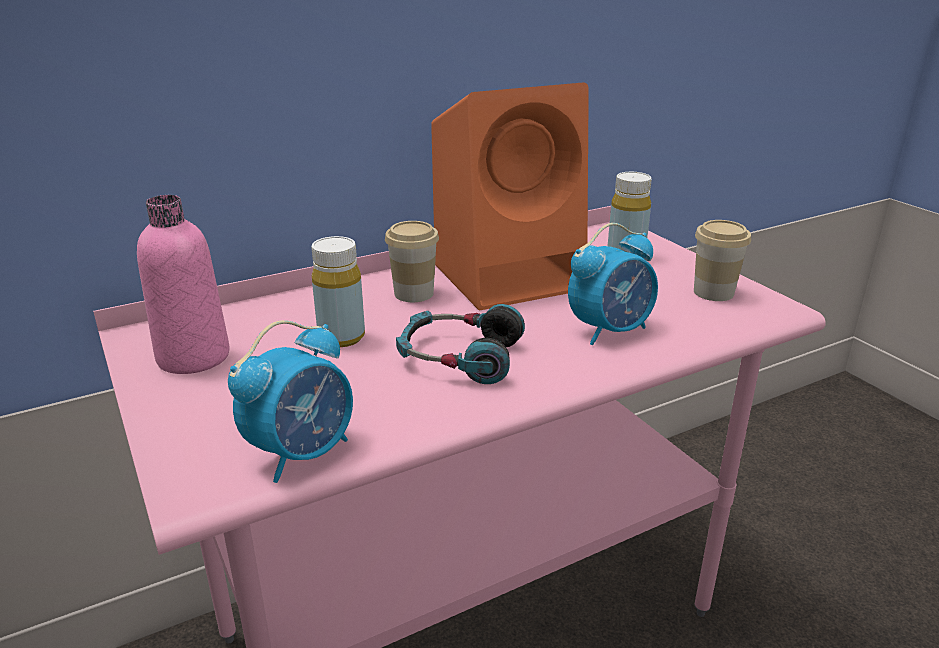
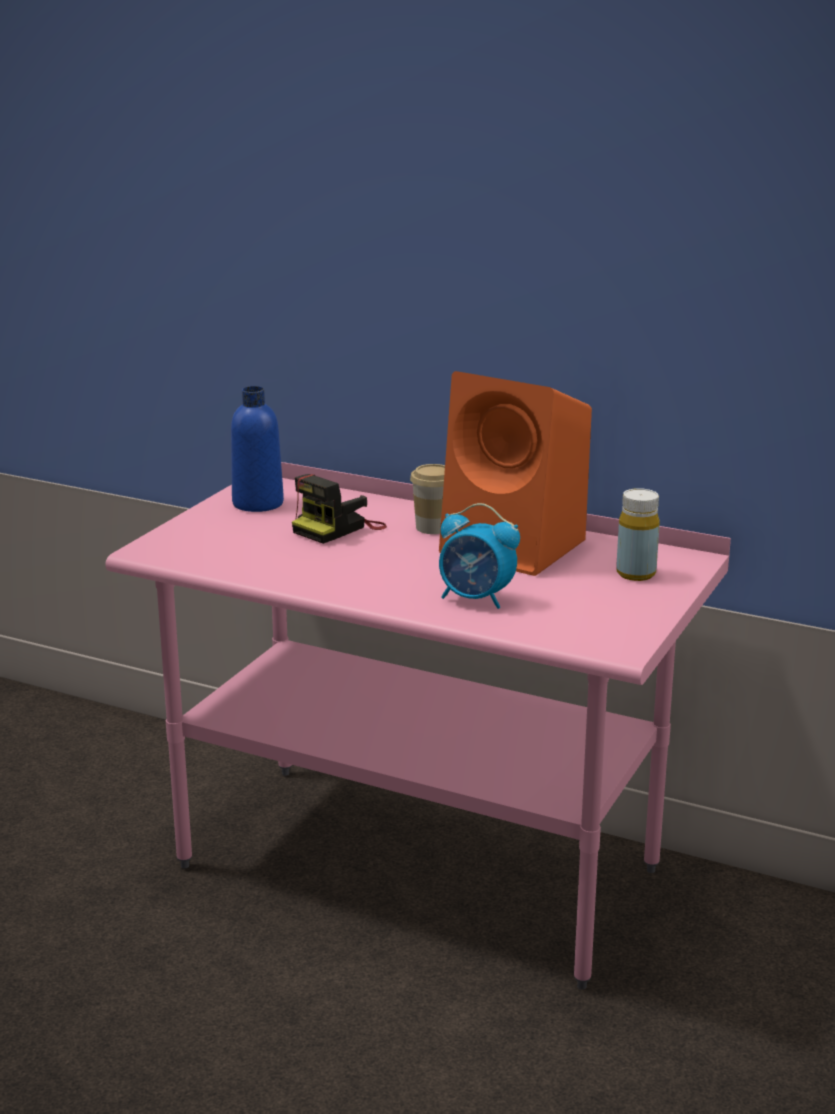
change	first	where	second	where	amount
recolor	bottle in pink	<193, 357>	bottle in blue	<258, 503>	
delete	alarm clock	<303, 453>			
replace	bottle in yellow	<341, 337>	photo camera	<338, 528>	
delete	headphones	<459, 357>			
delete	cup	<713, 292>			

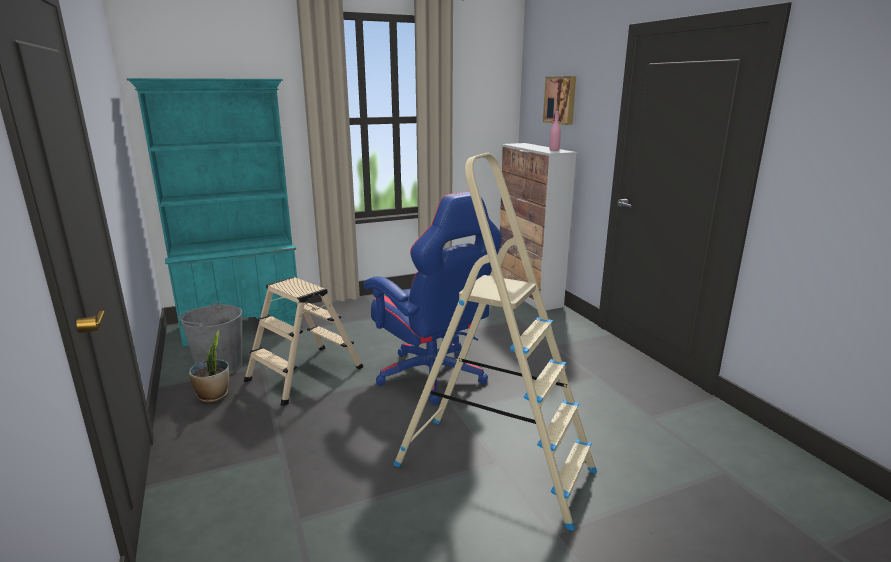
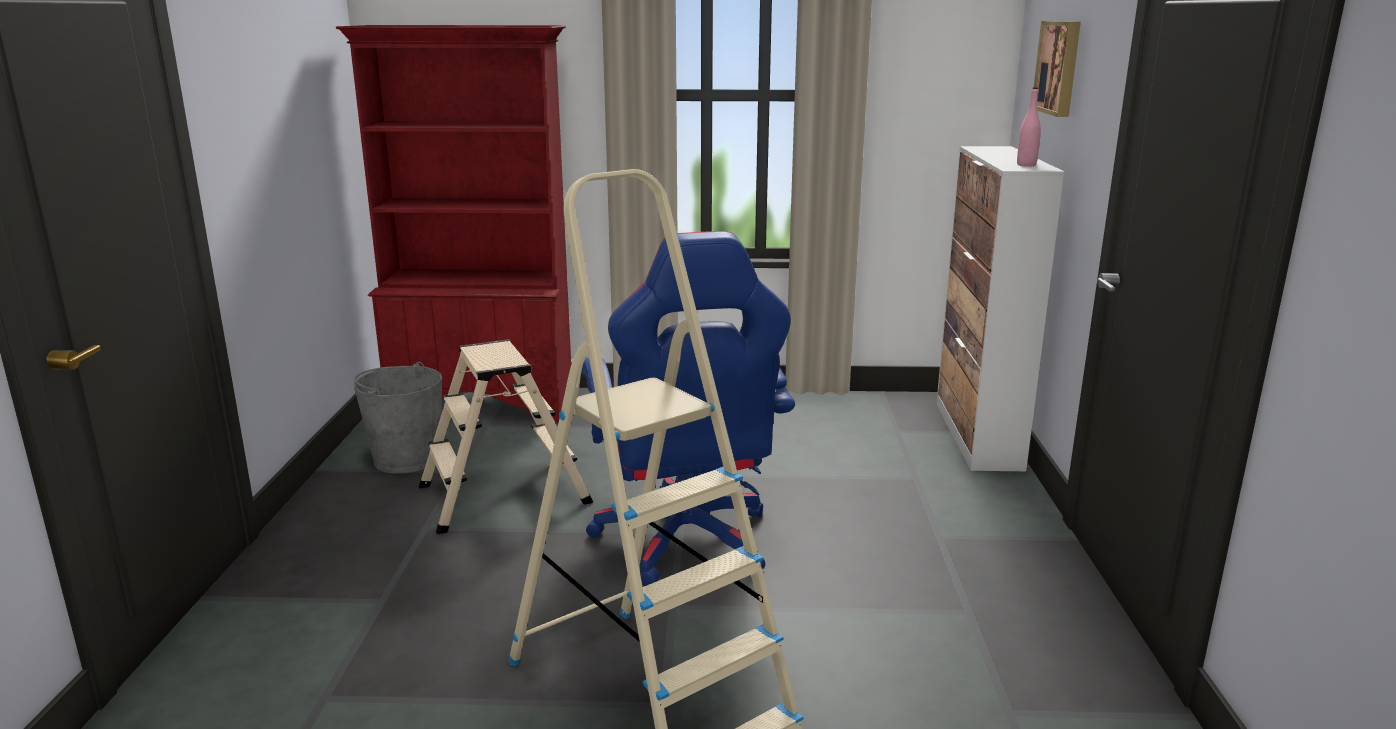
change	first	where	second	where	amount
recolor	bookcase in turquoise	<243, 325>	bookcase in red	<484, 404>	
delete	potted plant	<213, 395>			

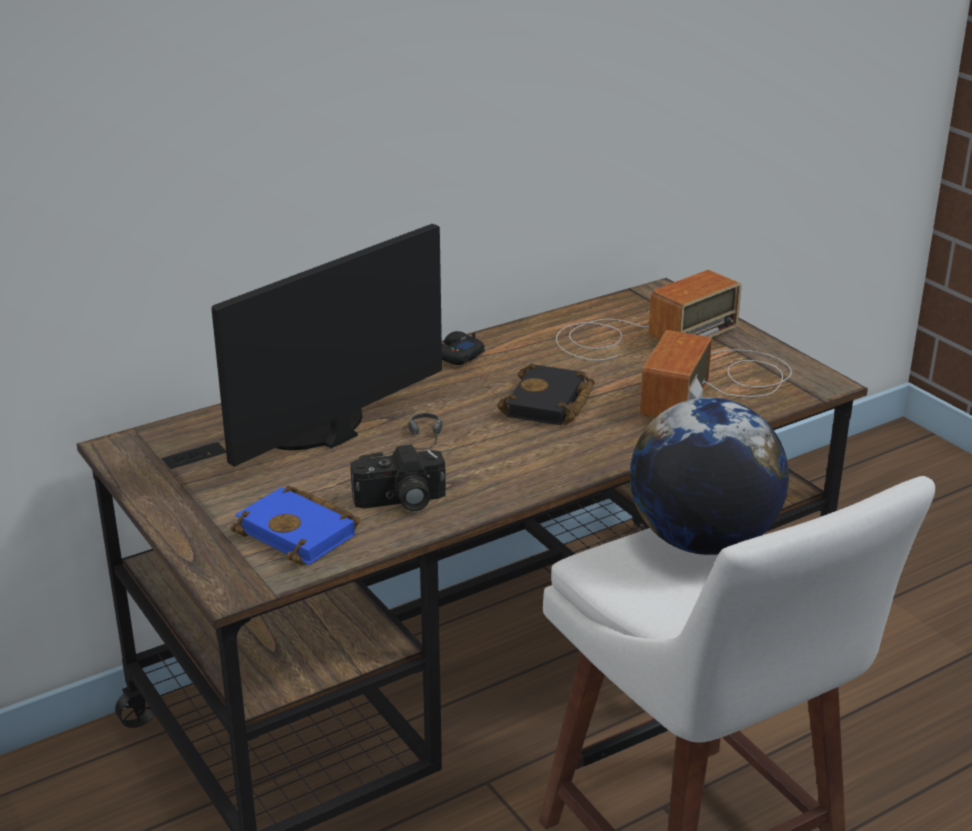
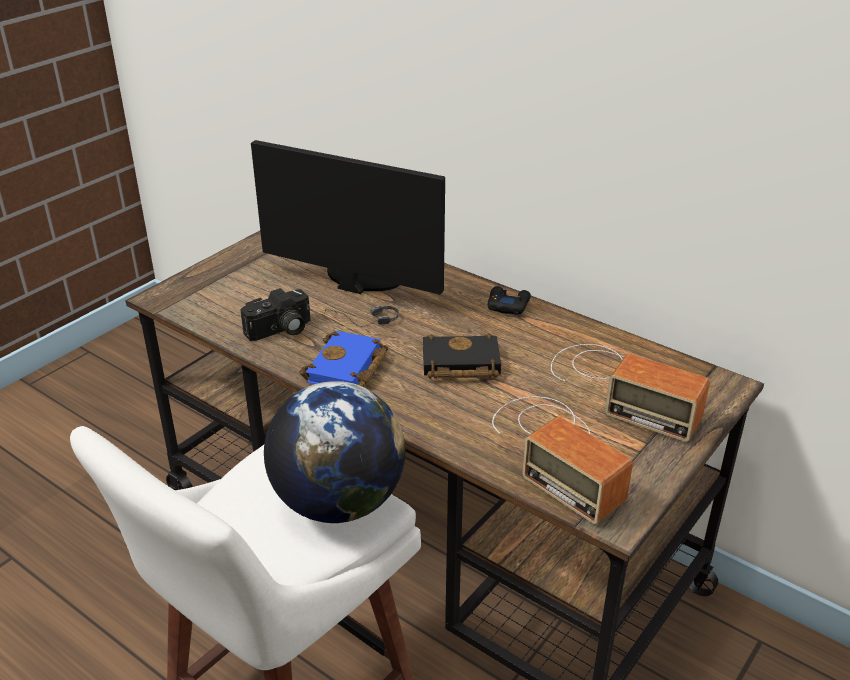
change	first	where	second	where	amount
move	book in blue	<301, 533>		<347, 369>	
rotate	photo camera	<400, 501>		<280, 330>	90 degrees counterclockwise
rotate	radio	<719, 386>		<557, 451>	135 degrees counterclockwise

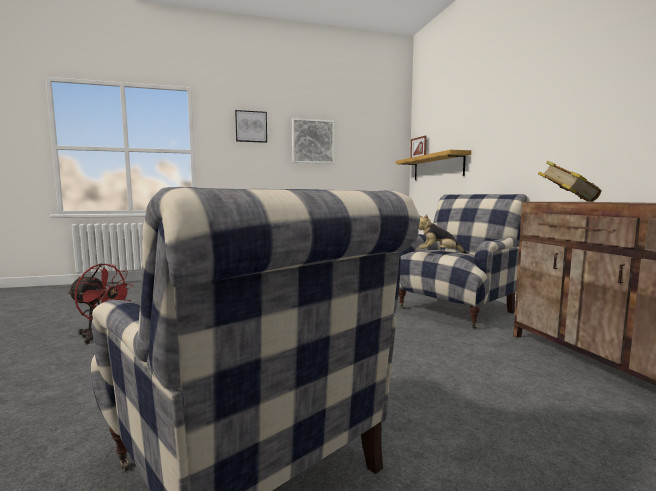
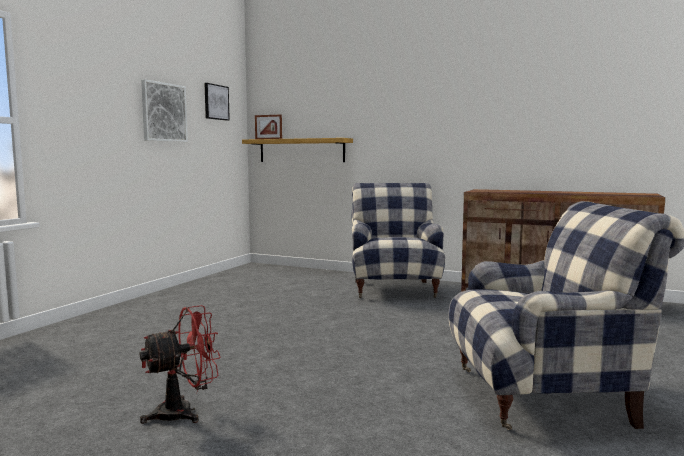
change	first	where	second	where	amount
move	picture	<251, 126>		<216, 102>	
delete	plush toy	<439, 253>			
delete	book	<567, 201>			

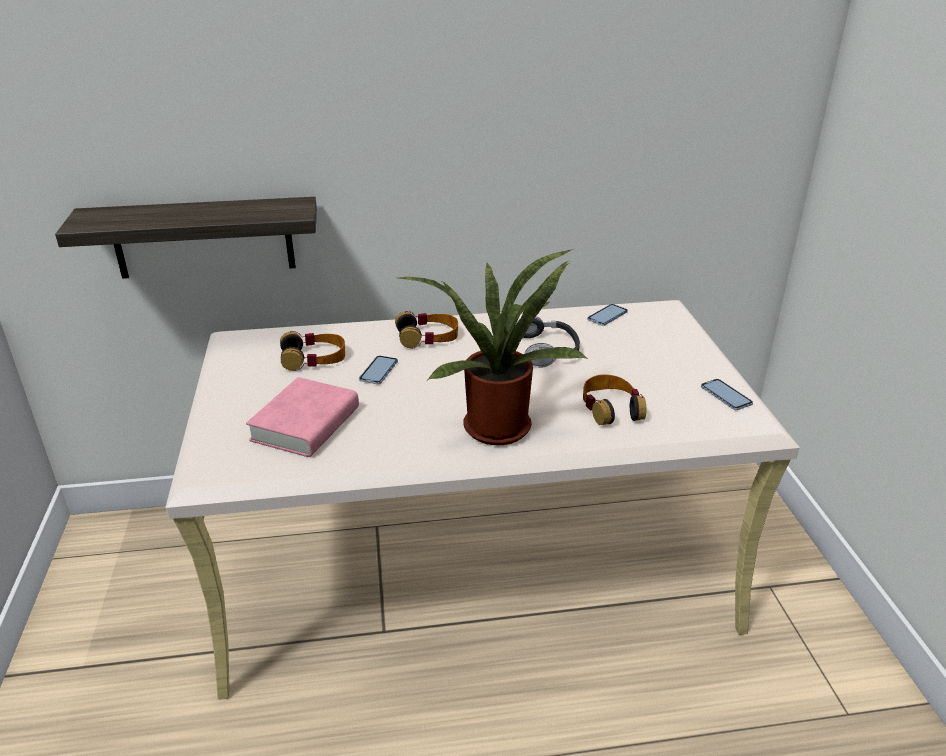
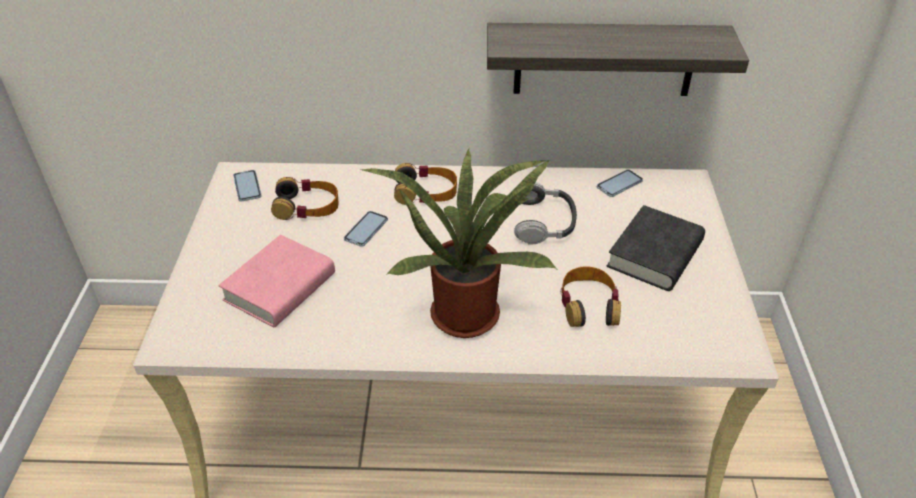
change	first	where	second	where	amount
move	shelf	<203, 238>		<604, 59>	
move	phone	<726, 395>		<247, 186>	
insert			book in black	<655, 254>	

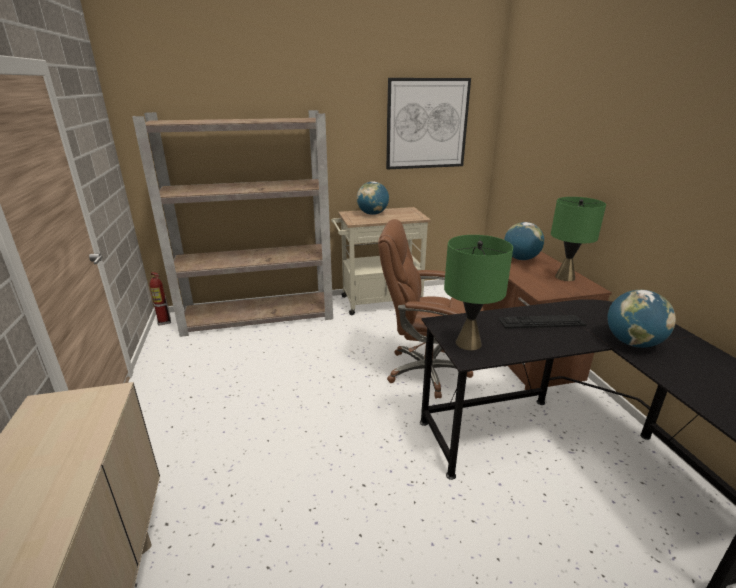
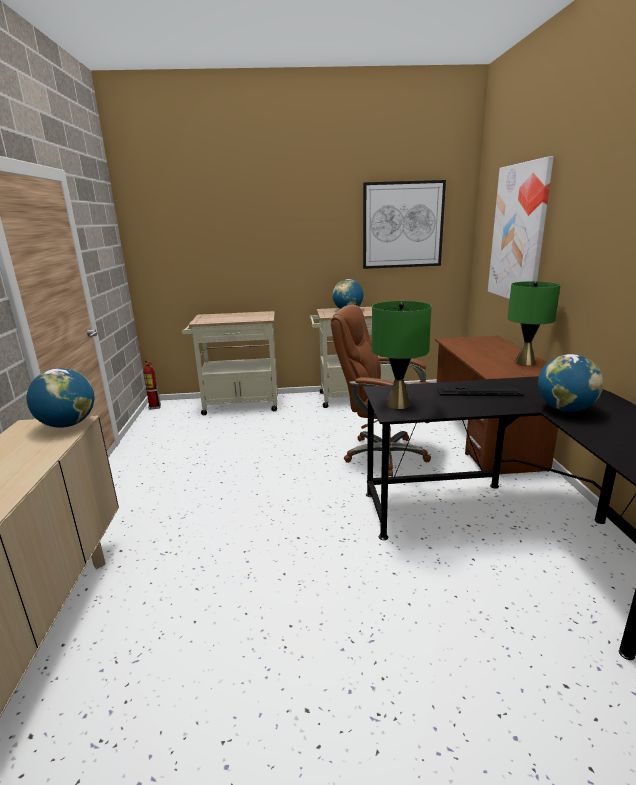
change	first	where	second	where	amount
replace	bookcase in brown	<259, 315>	cart in beige	<238, 405>	
move	globe	<520, 259>		<68, 425>	
insert			picture	<519, 233>	

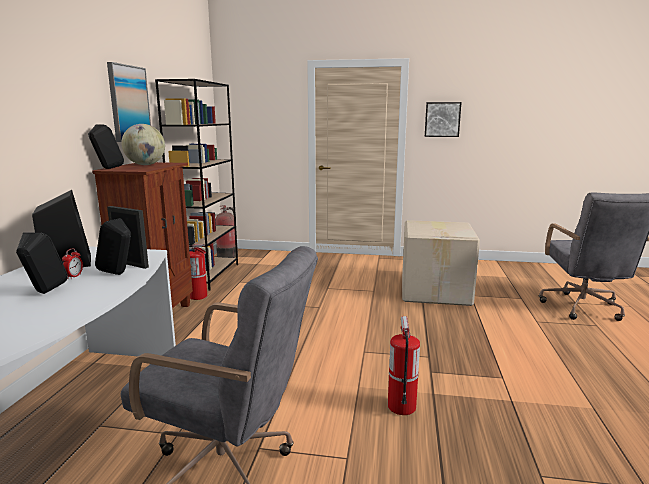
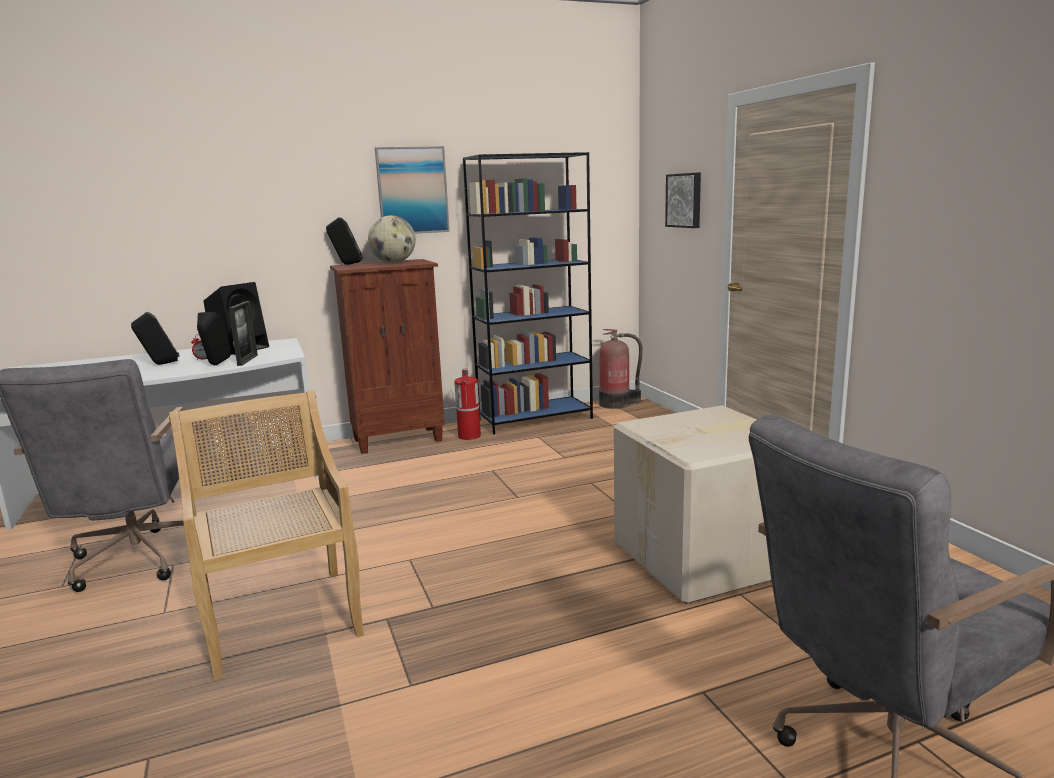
change	first	where	second	where	amount
recolor	bookcase in beige	<208, 275>	bookcase in blue	<535, 419>	
replace	fire extinguisher	<401, 406>	chair in beige	<281, 618>	
move	picture	<442, 119>		<685, 200>	

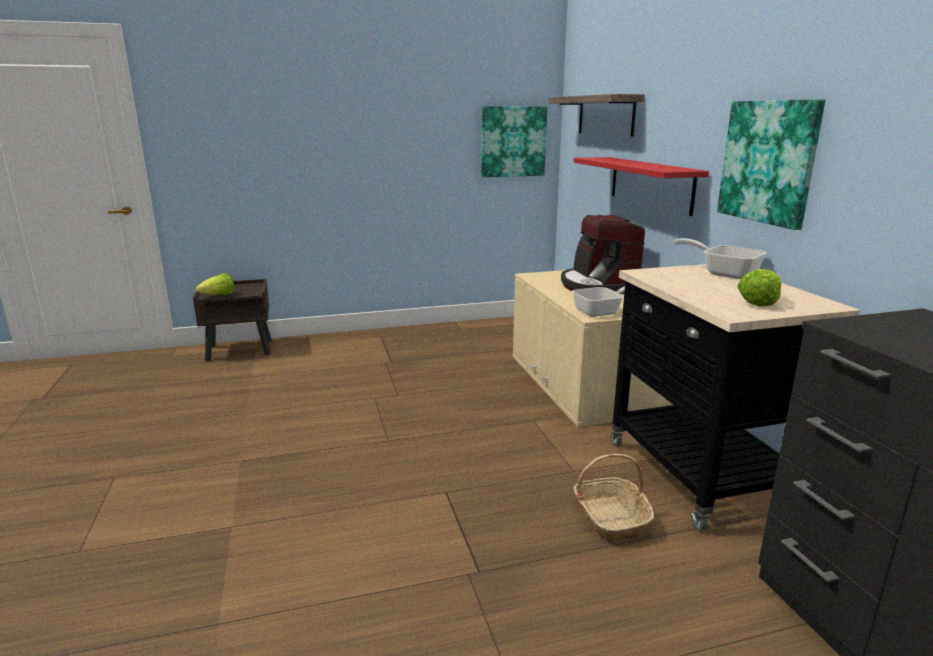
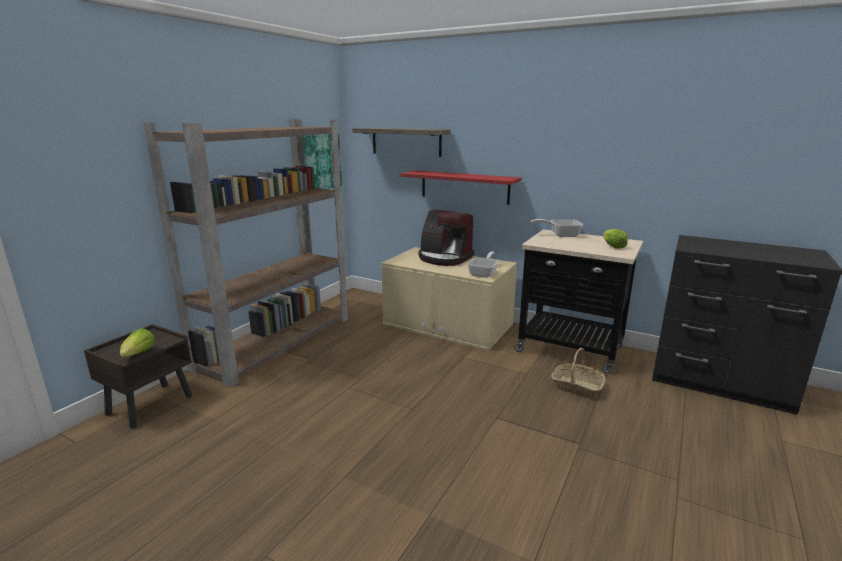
change	first	where	second	where	amount
delete	picture	<768, 162>			
insert			bookcase in brown	<277, 342>	

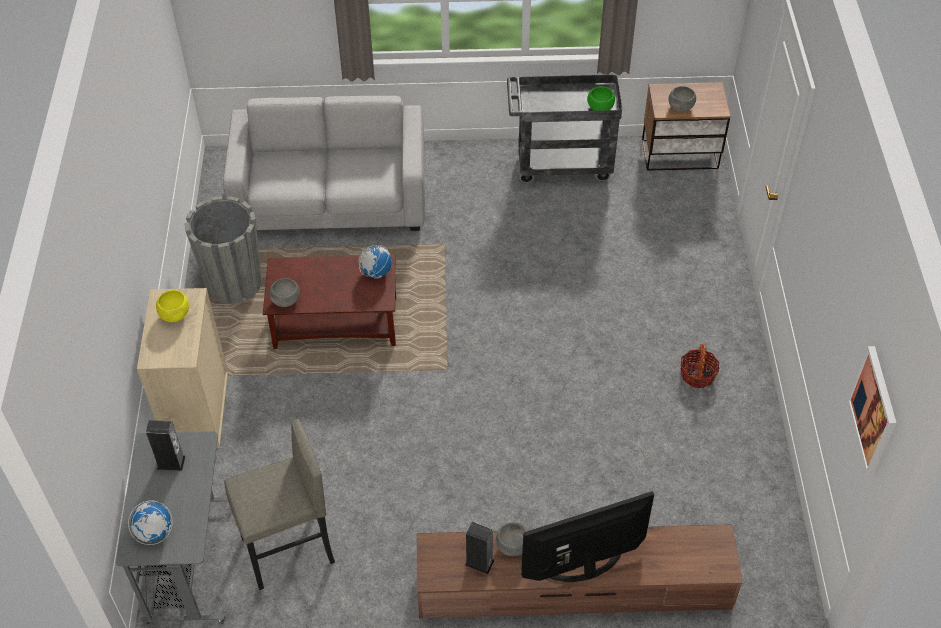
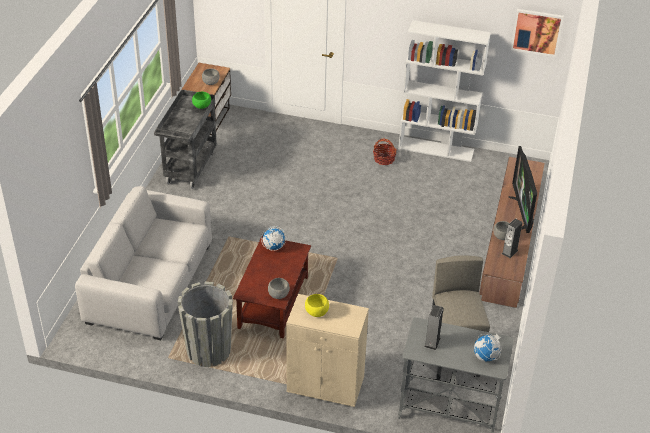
change	first	where	second	where	amount
insert			bookcase in white	<436, 149>	

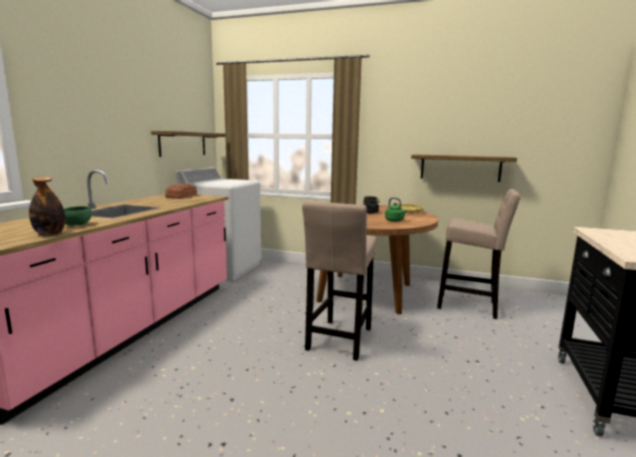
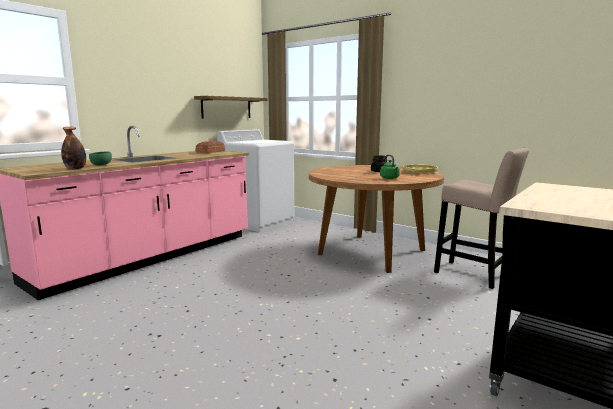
change	first	where	second	where	amount
delete	stool in beige	<338, 341>			
delete	shelf	<460, 168>			

